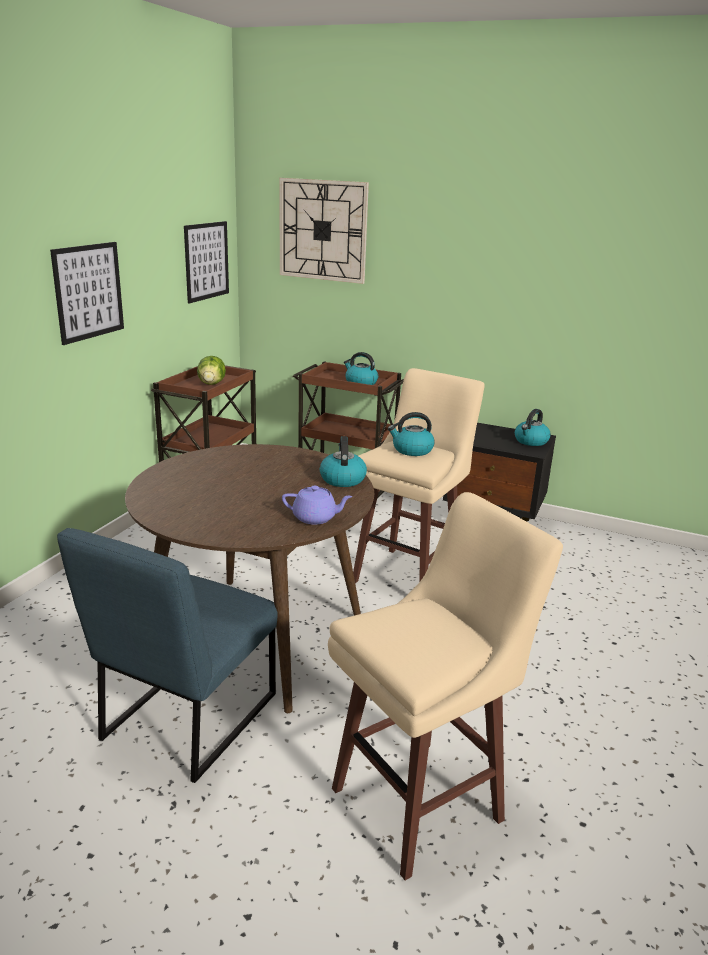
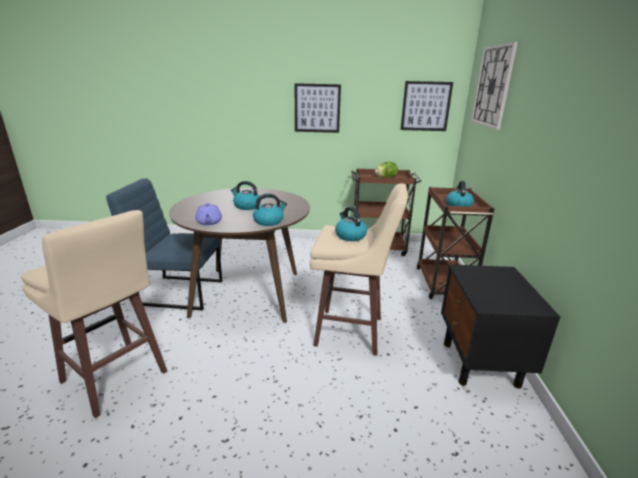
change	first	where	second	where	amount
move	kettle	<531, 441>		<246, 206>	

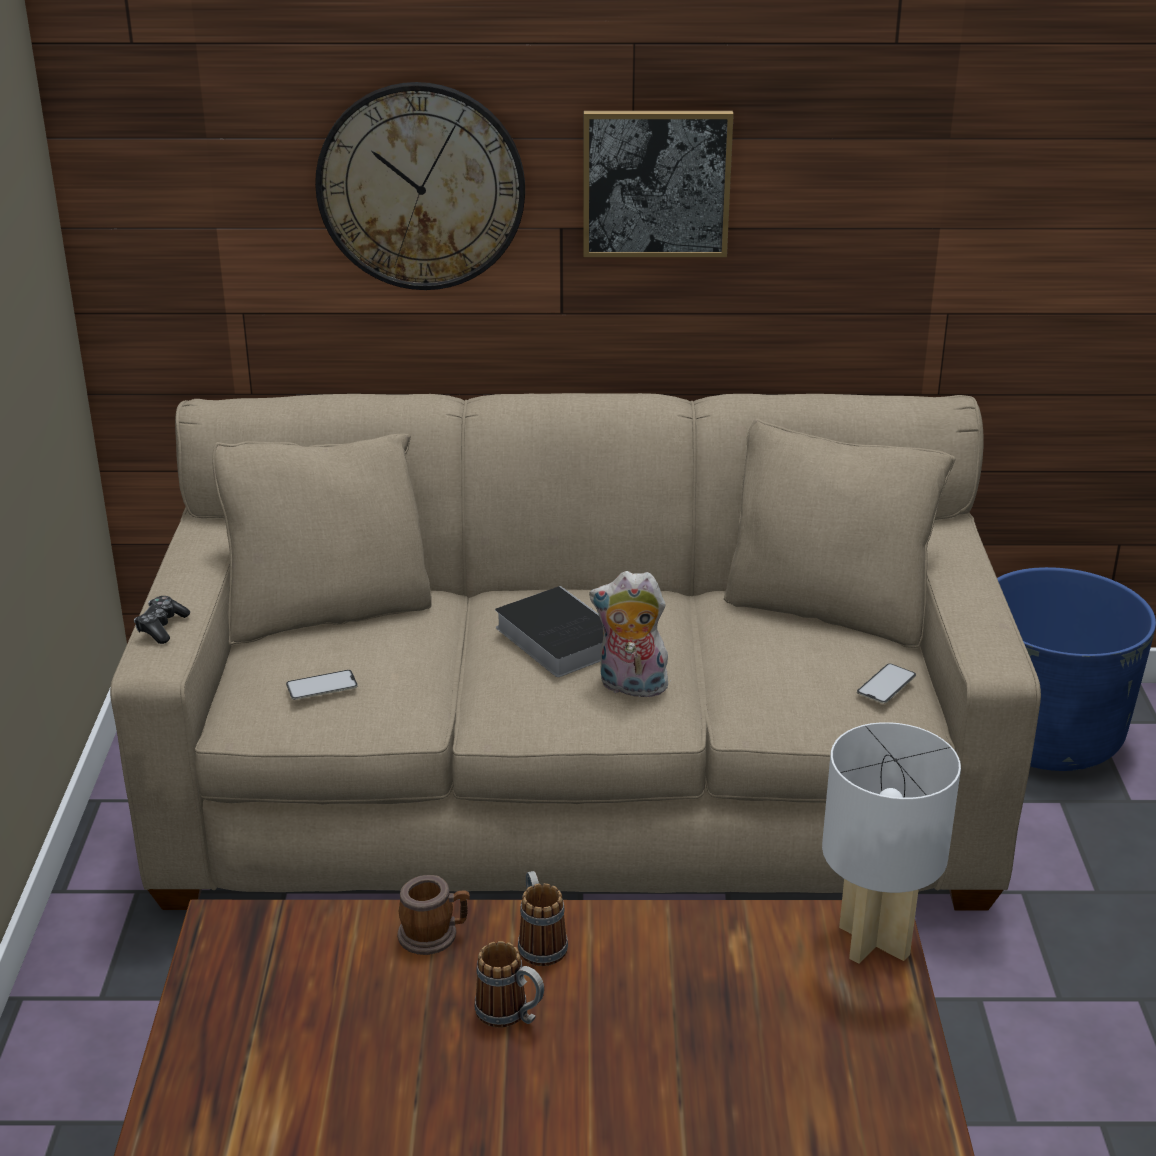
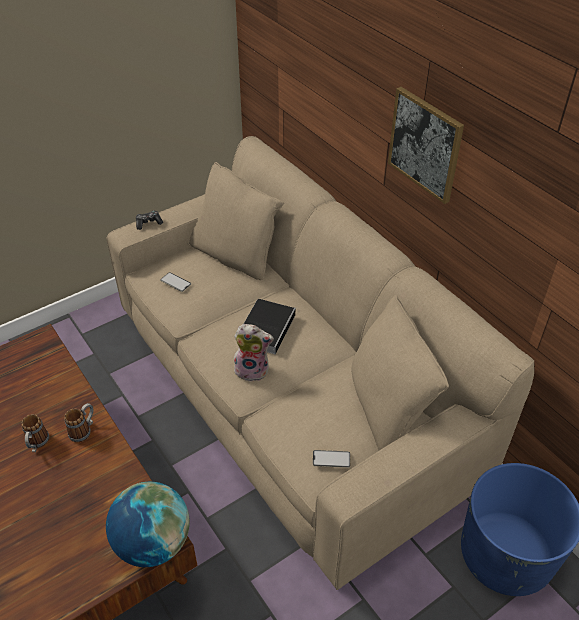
change	first	where	second	where	amount
delete	wall clock	<421, 187>			
delete	mug	<434, 935>			
rotate	plush toy	<630, 687>		<253, 370>	120 degrees clockwise
replace	table lamp in white	<872, 941>	globe	<153, 543>	

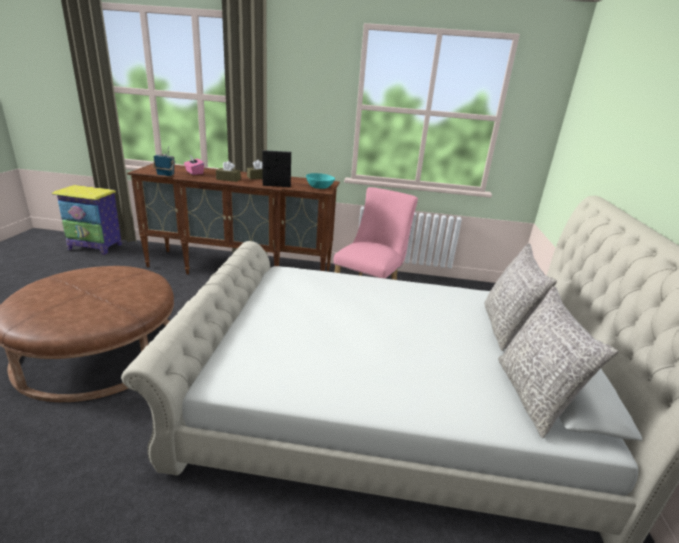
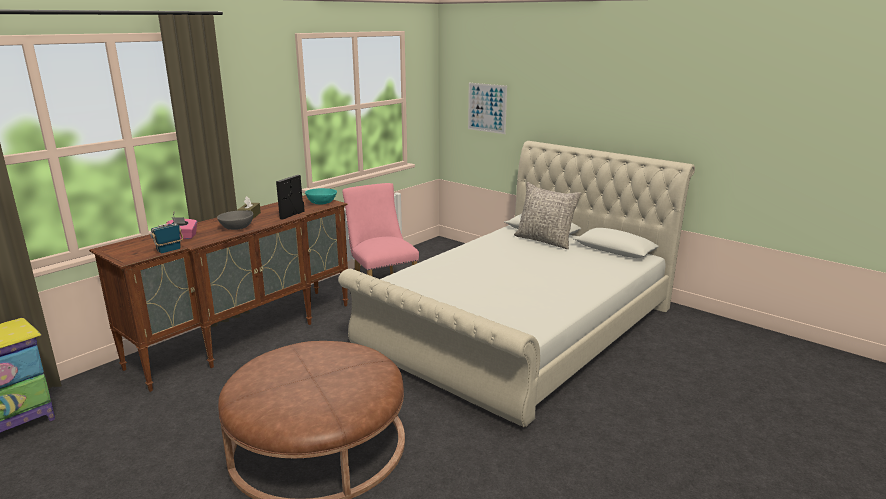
change	first	where	second	where	amount
replace	tissue box in brown	<228, 179>	bowl in grey	<236, 228>	
delete	pillow in grey	<533, 396>			
insert			picture	<487, 108>	

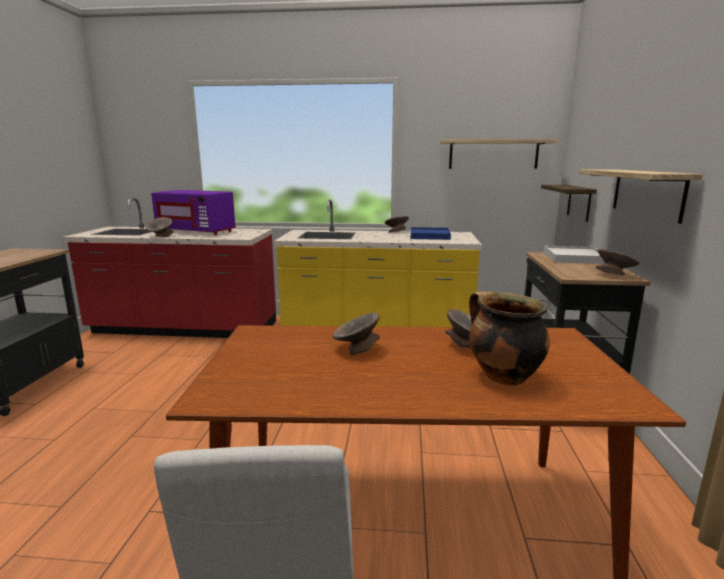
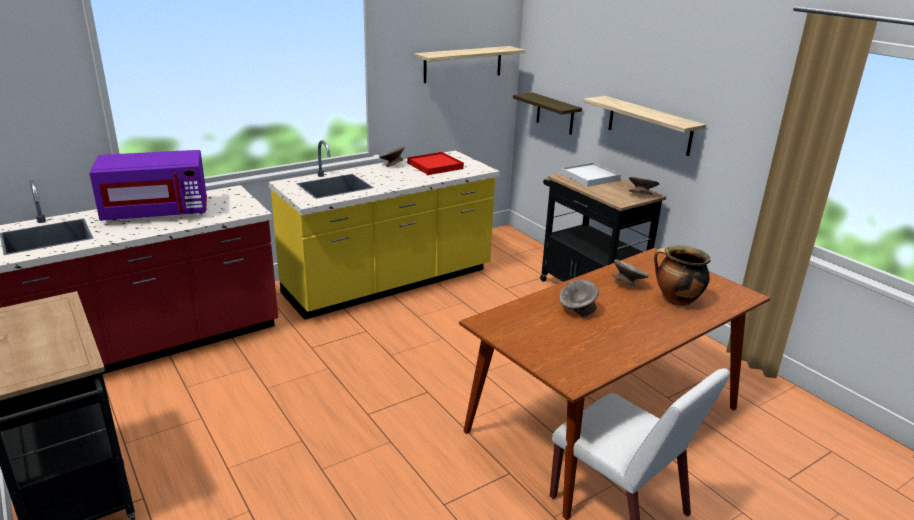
change	first	where	second	where	amount
delete	bowl in grey	<161, 236>			
recolor	tray in blue	<429, 236>	tray in red	<435, 166>	

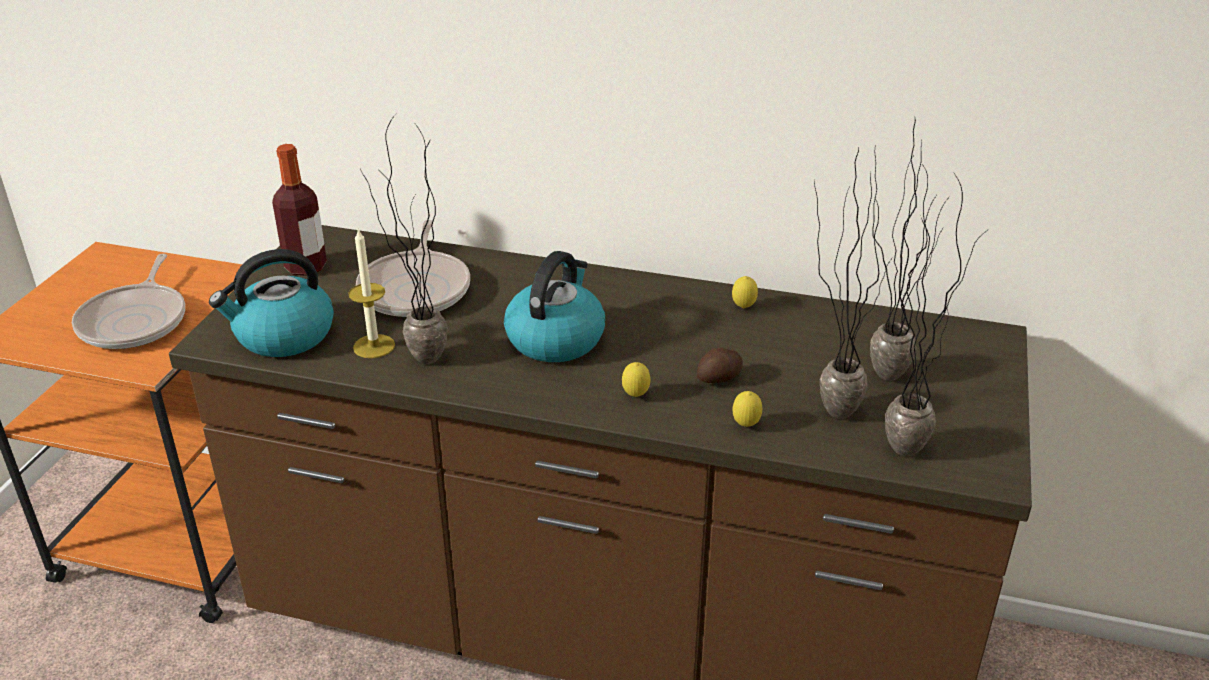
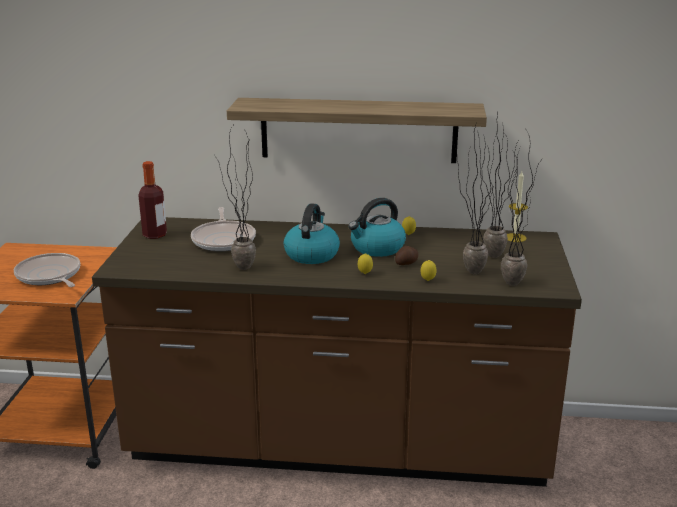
change	first	where	second	where	amount
rotate	frying pan	<136, 321>		<49, 276>	150 degrees clockwise
move	kettle	<283, 336>		<377, 248>	
move	candle	<374, 346>		<515, 237>	
insert			shelf	<358, 130>	

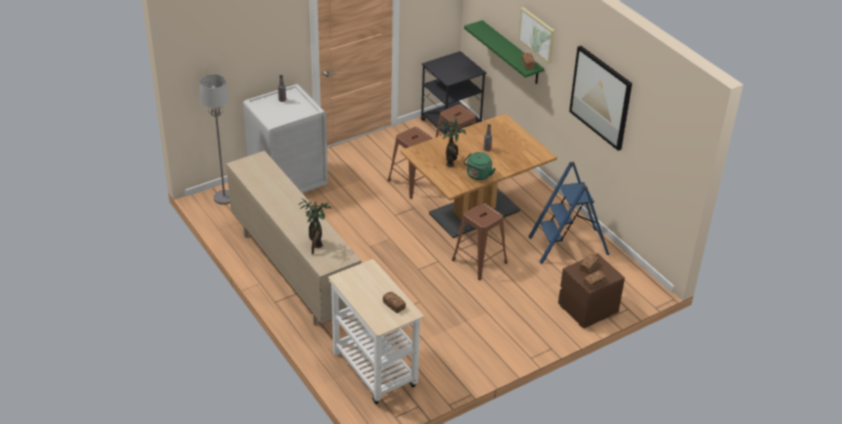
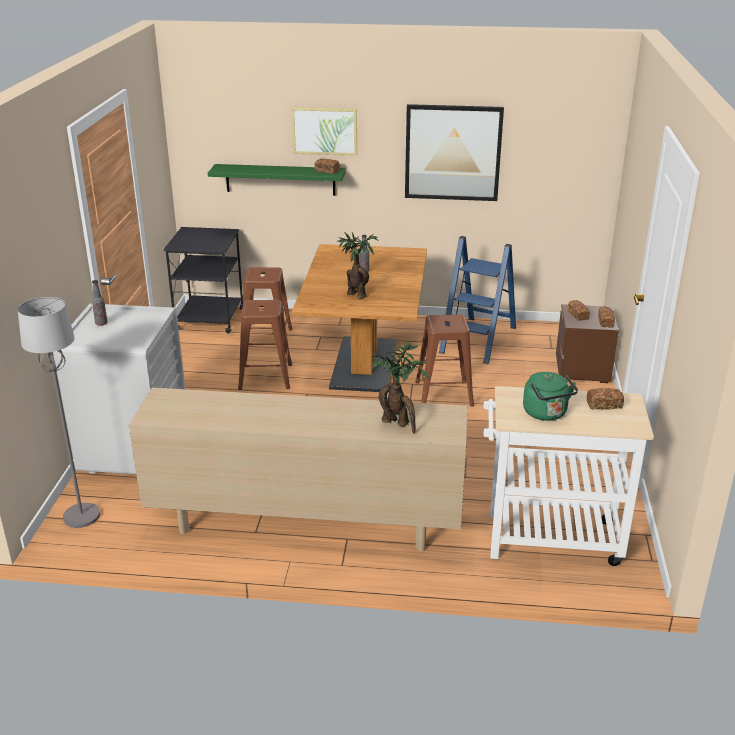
change	first	where	second	where	amount
move	kettle in green	<478, 176>		<546, 414>	

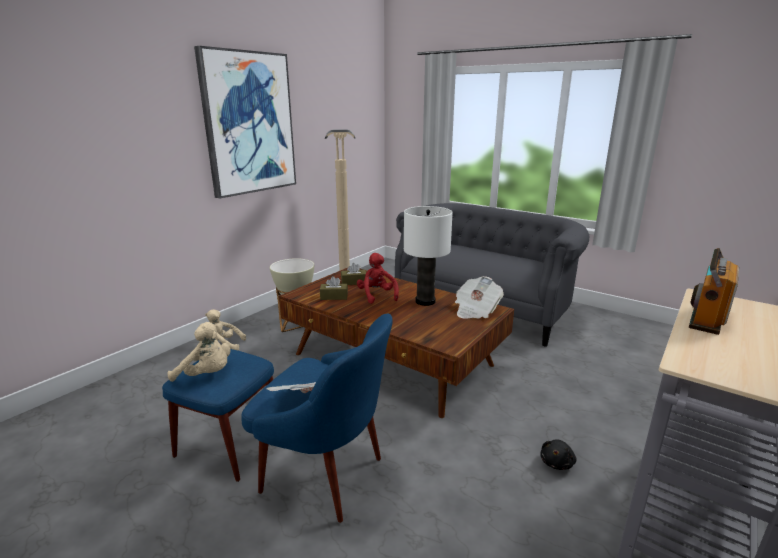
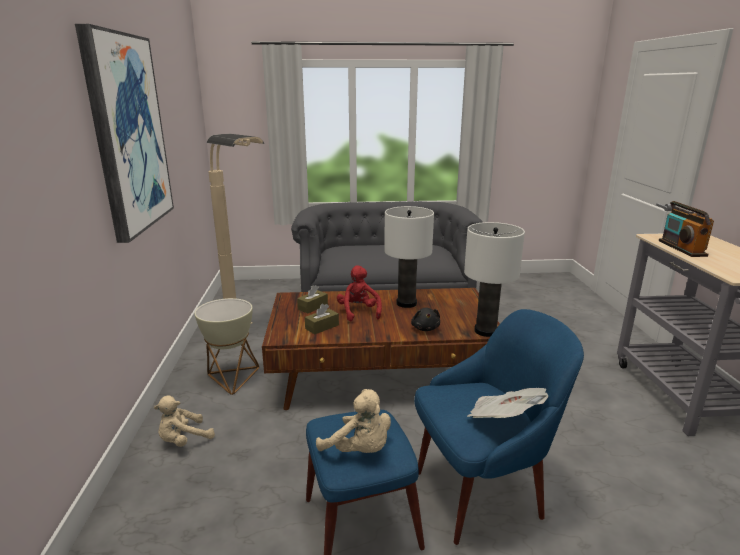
change	first	where	second	where	amount
rotate	plush toy in beige	<206, 375>		<359, 450>	60 degrees clockwise
rotate	plush toy in red	<377, 295>		<358, 312>	45 degrees clockwise
delete	newspaper	<475, 310>			
move	plush toy in black	<557, 463>		<425, 328>	
insert			table lamp in white	<485, 331>	

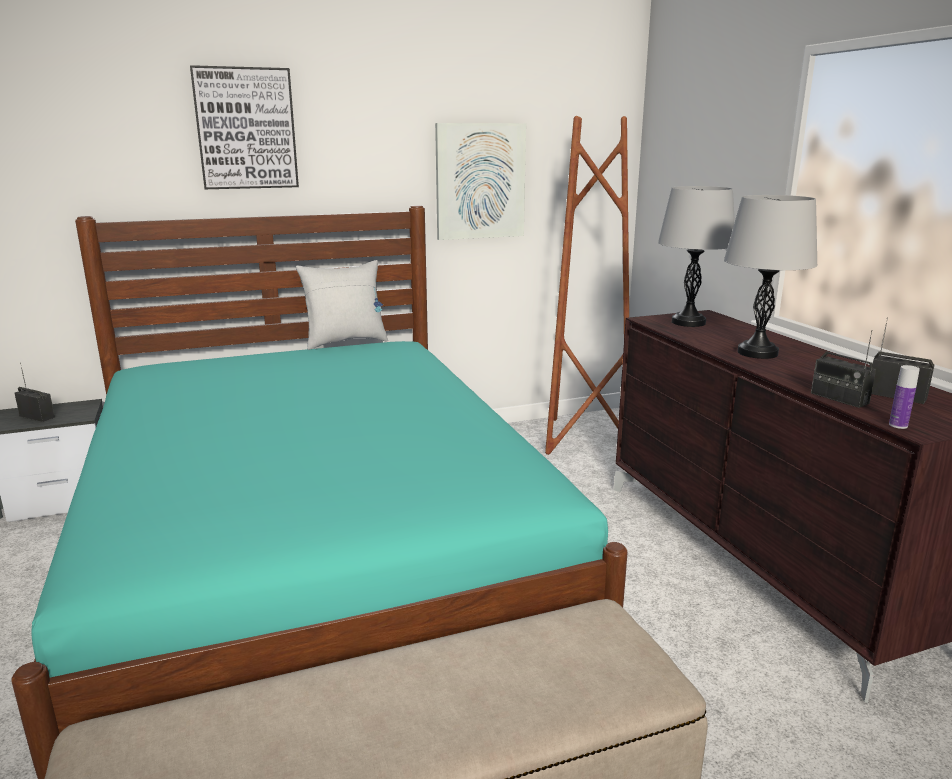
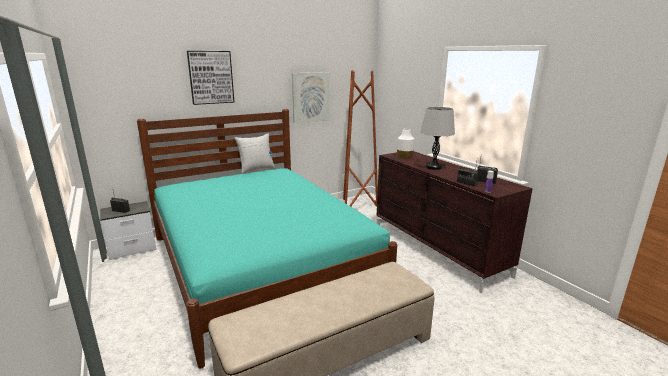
change	first	where	second	where	amount
replace	table lamp in grey	<688, 322>	vase in white	<404, 156>	

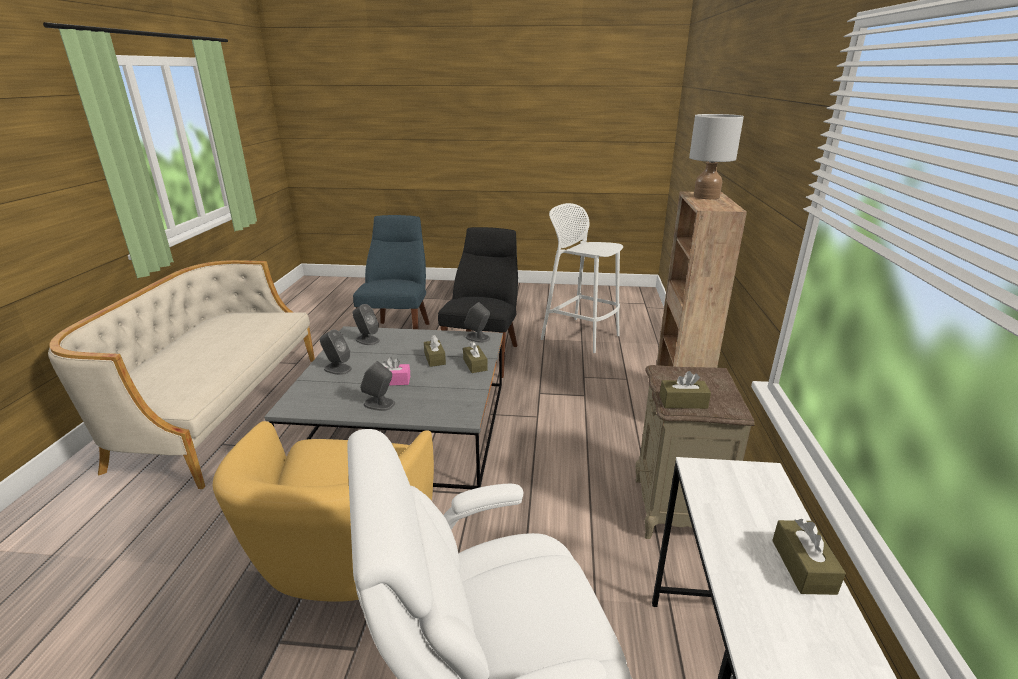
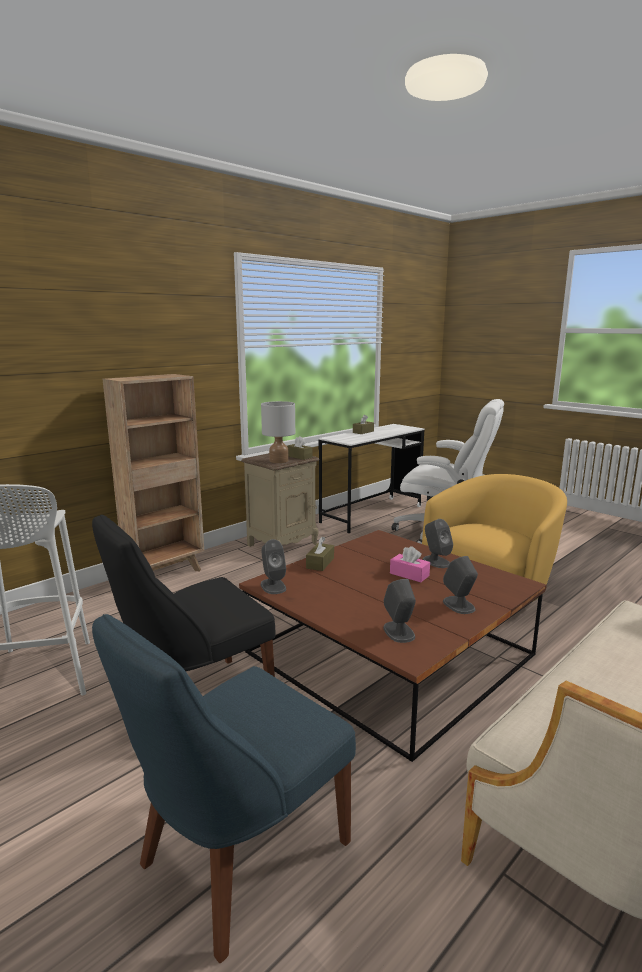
change	first	where	second	where	amount
recolor	coffee table in grey	<405, 425>	coffee table in brown	<389, 653>	
delete	tissue box in brown	<434, 358>			
move	table lamp in grey	<706, 197>		<279, 461>	

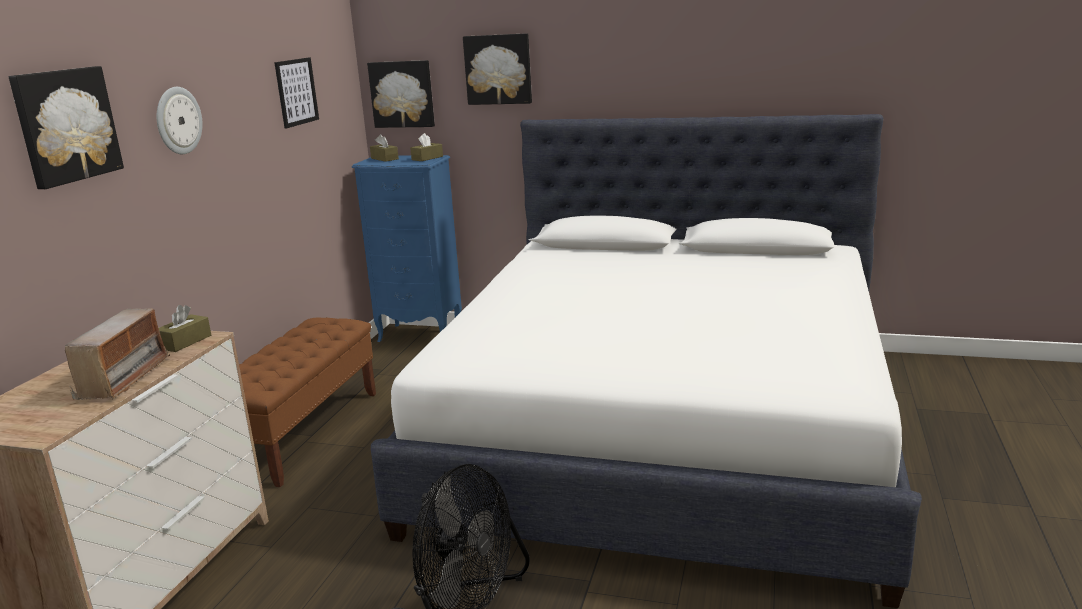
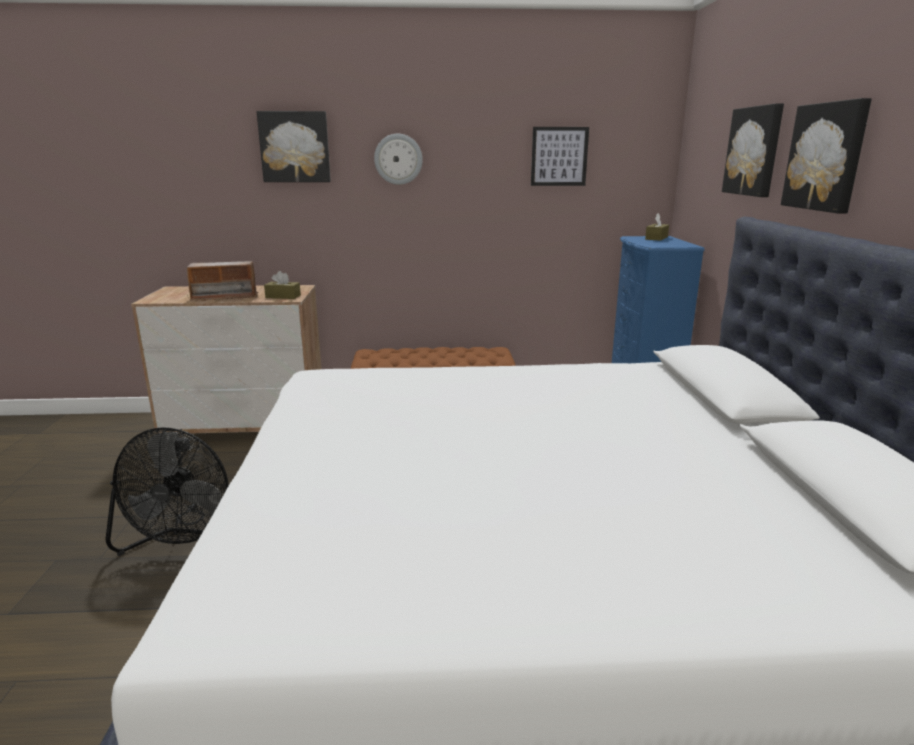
change	first	where	second	where	amount
move	picture	<402, 94>		<826, 157>	
delete	tissue box in brown	<427, 158>			

